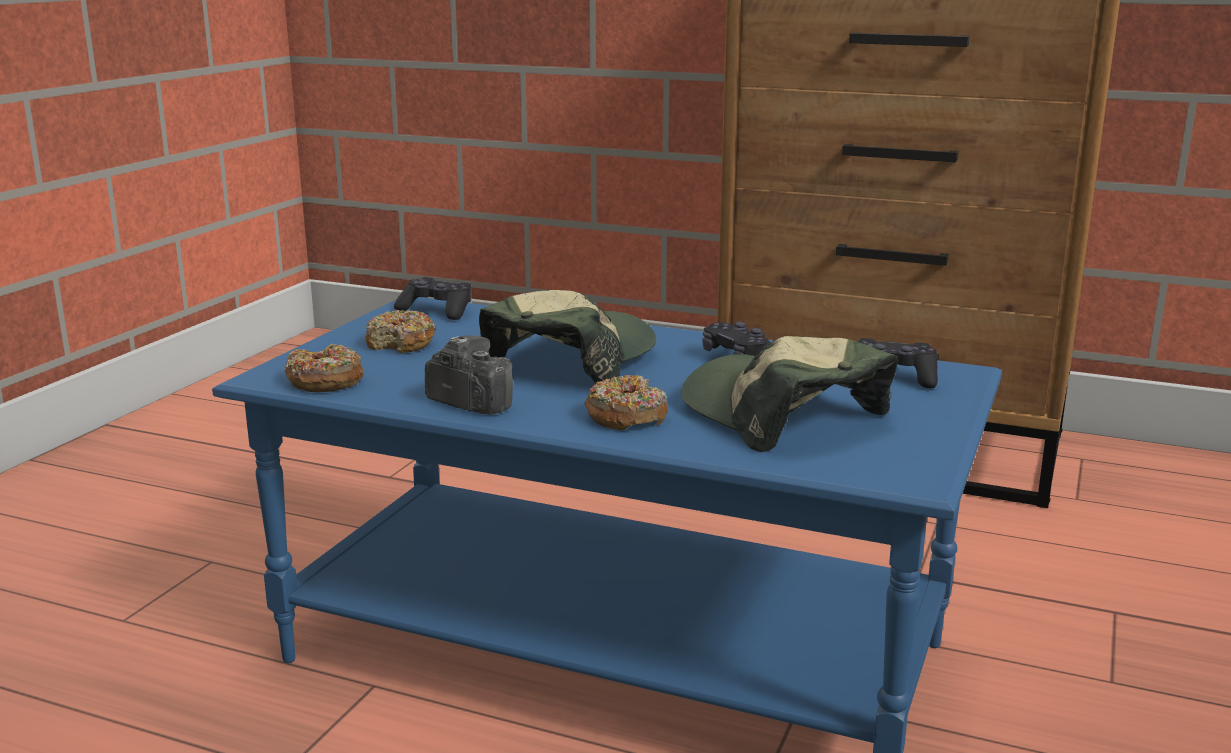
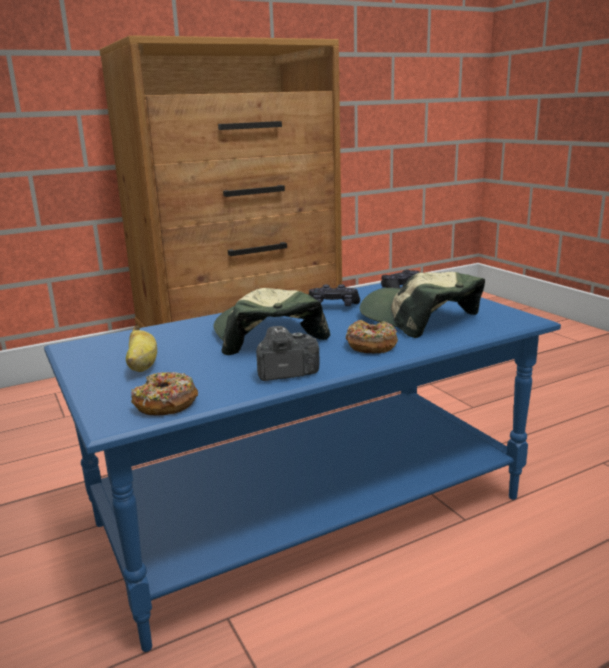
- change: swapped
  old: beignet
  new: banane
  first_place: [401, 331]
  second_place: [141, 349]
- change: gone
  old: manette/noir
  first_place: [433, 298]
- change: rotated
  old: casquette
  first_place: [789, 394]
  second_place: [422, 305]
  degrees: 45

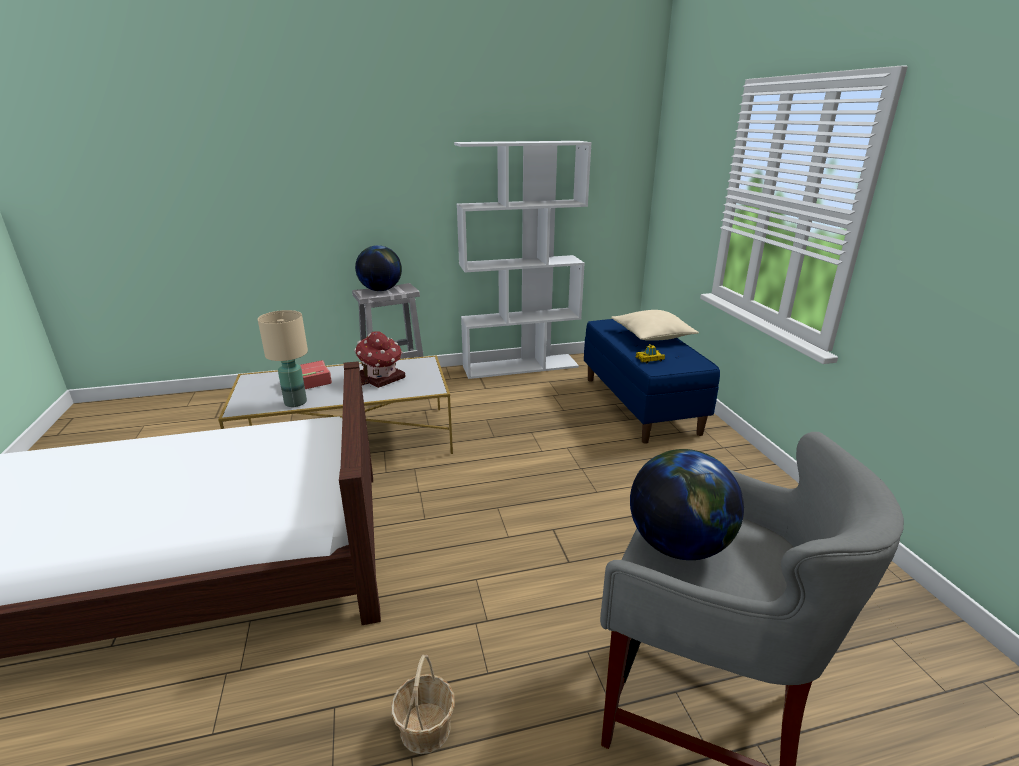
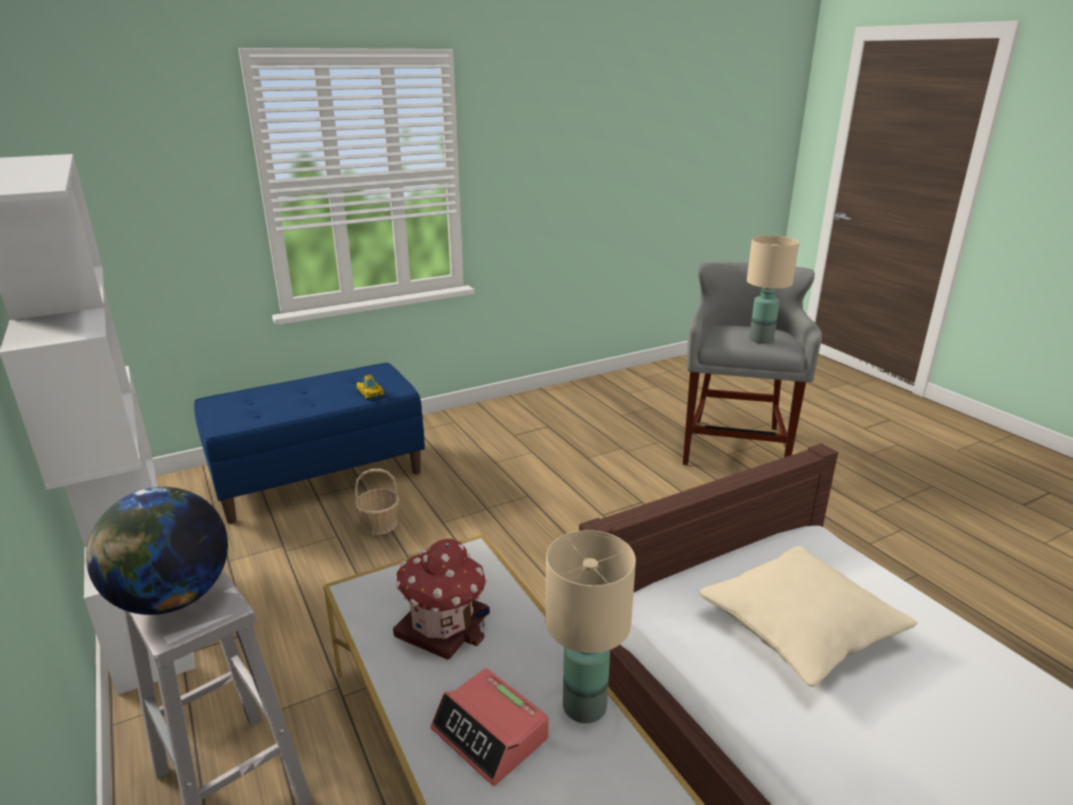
- change: shifted
  old: panier
  first_place: [423, 704]
  second_place: [377, 502]
- change: shifted
  old: coussin/beige
  first_place: [654, 325]
  second_place: [808, 616]
- change: swapped
  old: globe
  new: lampe de table/beige
  first_place: [687, 504]
  second_place: [773, 289]

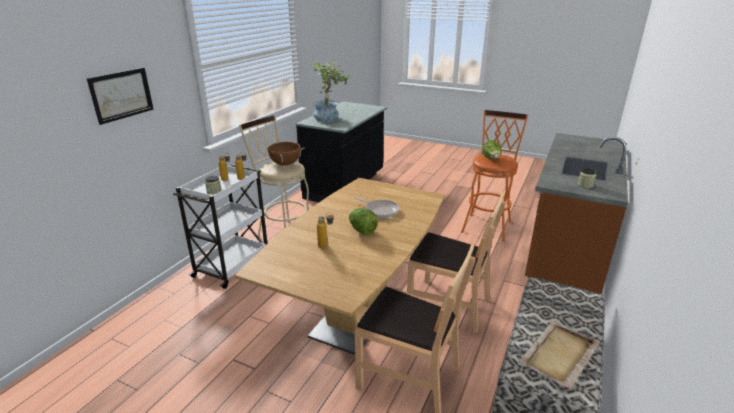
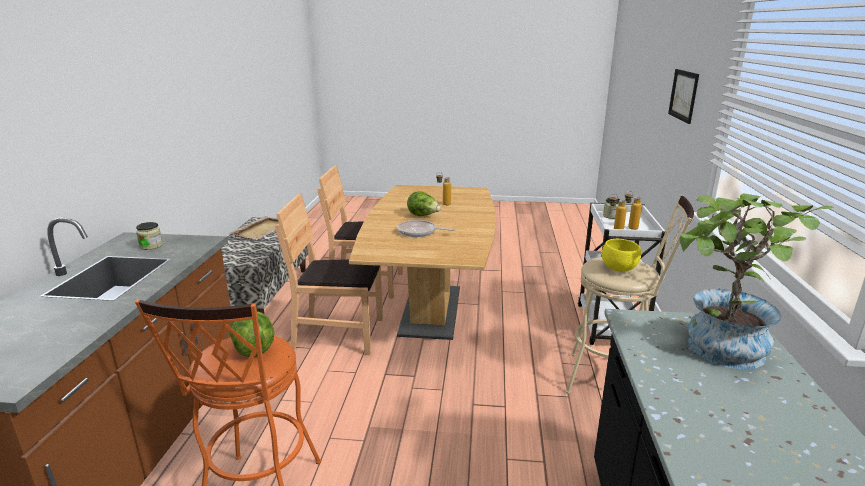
- change: swapped
  old: marmite/marron
  new: bol/jaune
  first_place: [284, 153]
  second_place: [621, 255]

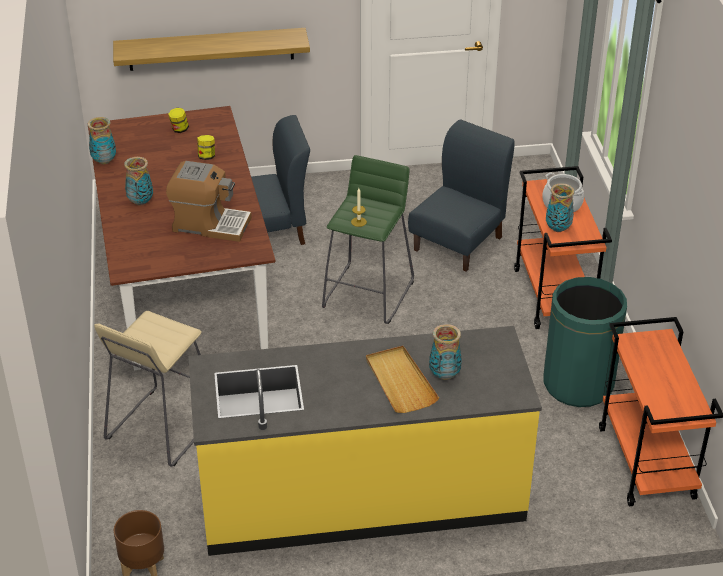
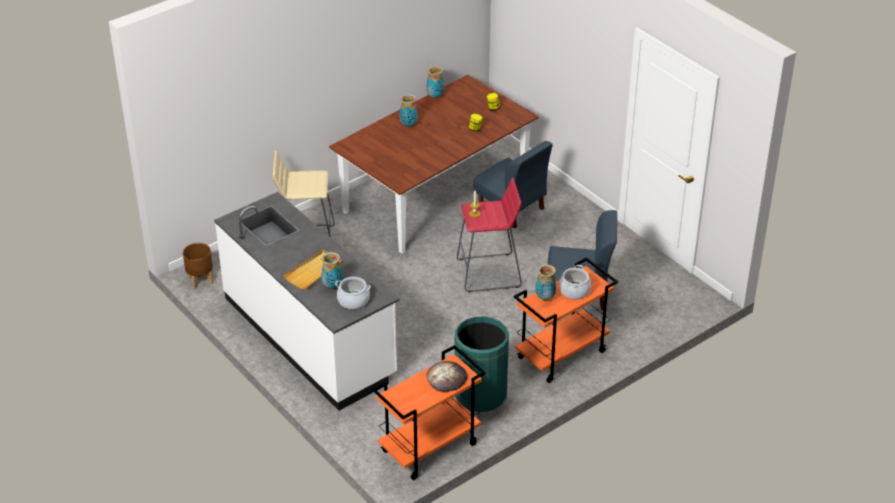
- change: gone
  old: étagère
  first_place: [211, 49]
- change: gone
  old: machine à café
  first_place: [209, 201]
- change: repainted
  old: comptoir de cuisine/jaune
  new: comptoir de cuisine/blanc
  first_place: [365, 441]
  second_place: [307, 301]
- change: repainted
  old: tabouret/vert
  new: tabouret/rouge
  first_place: [368, 239]
  second_place: [489, 235]
- change: new
  new: marmite
  second_place: [353, 293]
- change: new
  new: pain
  second_place: [446, 376]

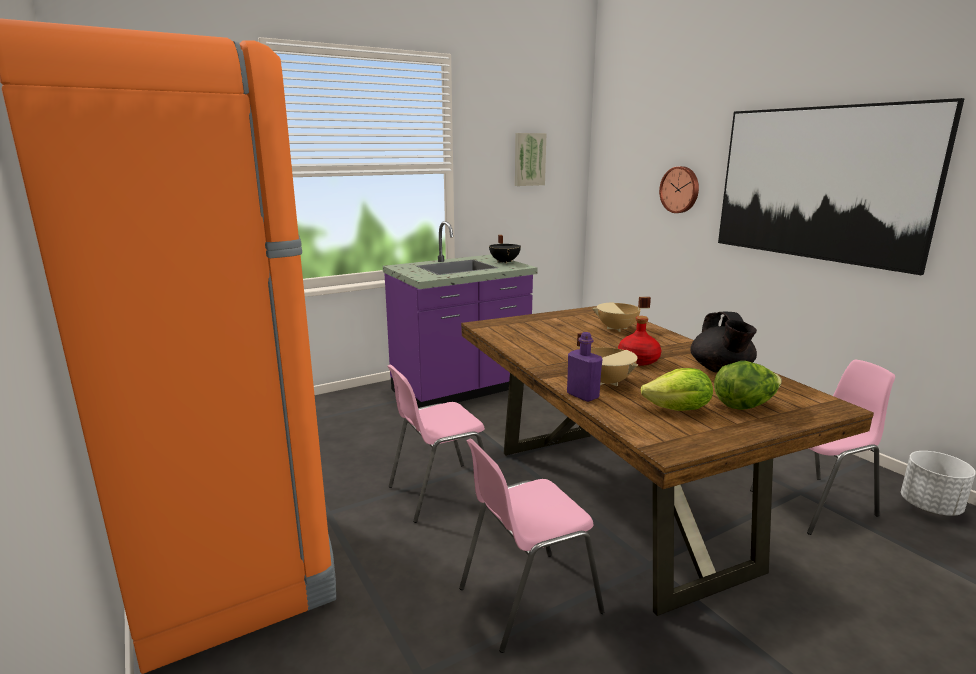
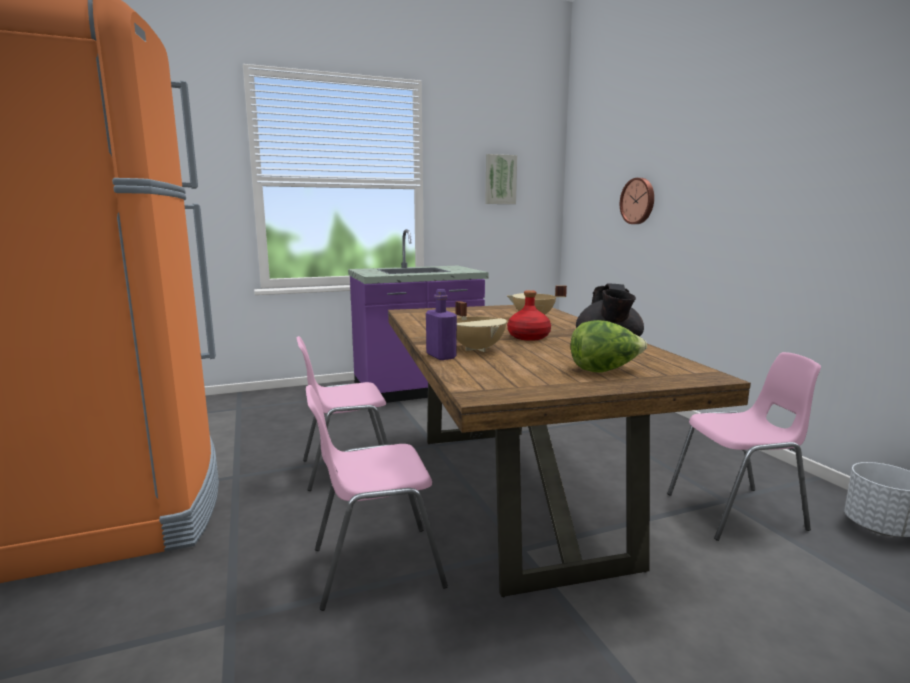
- change: gone
  old: marmite/noir
  first_place: [505, 249]
- change: gone
  old: laitue
  first_place: [676, 389]
- change: gone
  old: tableau
  first_place: [841, 186]

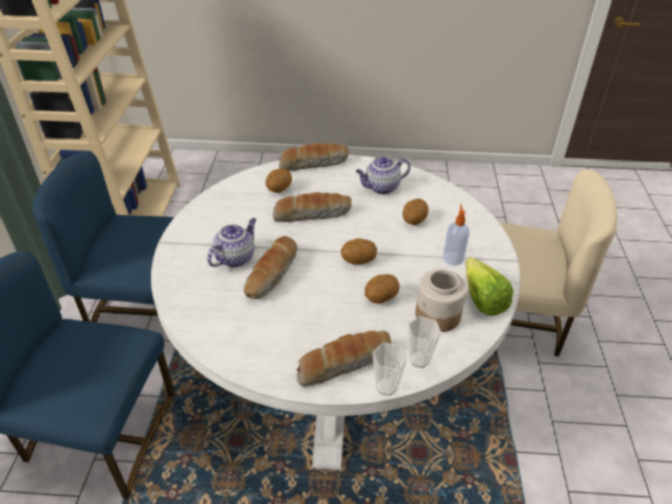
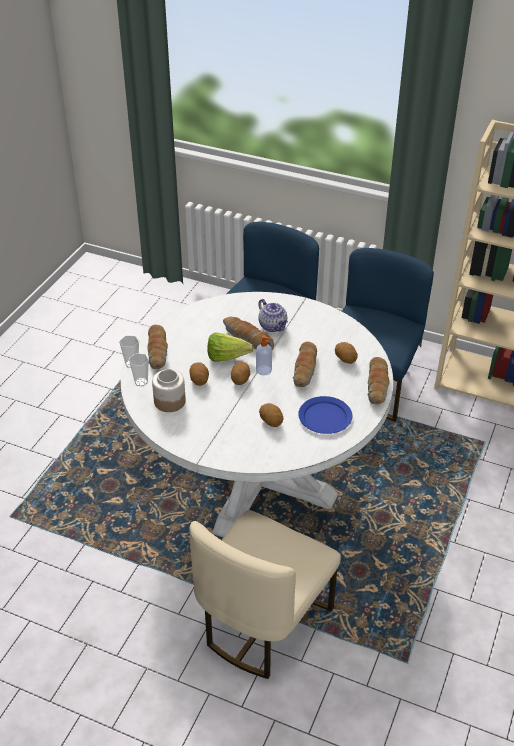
- change: swapped
  old: théière
  new: assiette/bleu
  first_place: [383, 175]
  second_place: [325, 415]
- change: shifted
  old: distributeur de savon
  first_place: [456, 235]
  second_place: [264, 355]
- change: shifted
  old: laitue
  first_place: [489, 286]
  second_place: [231, 347]

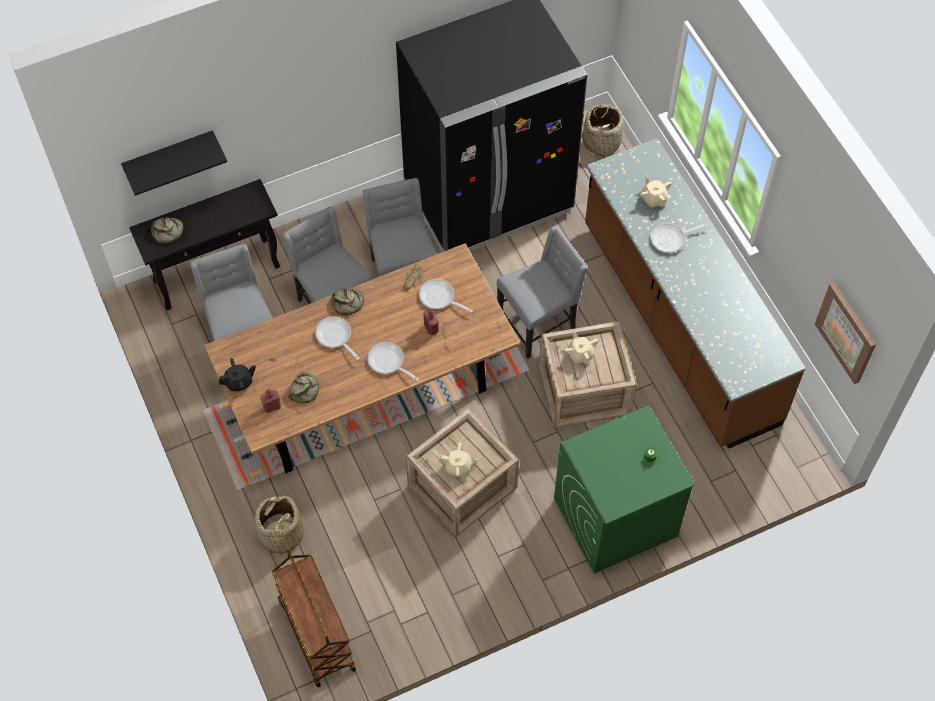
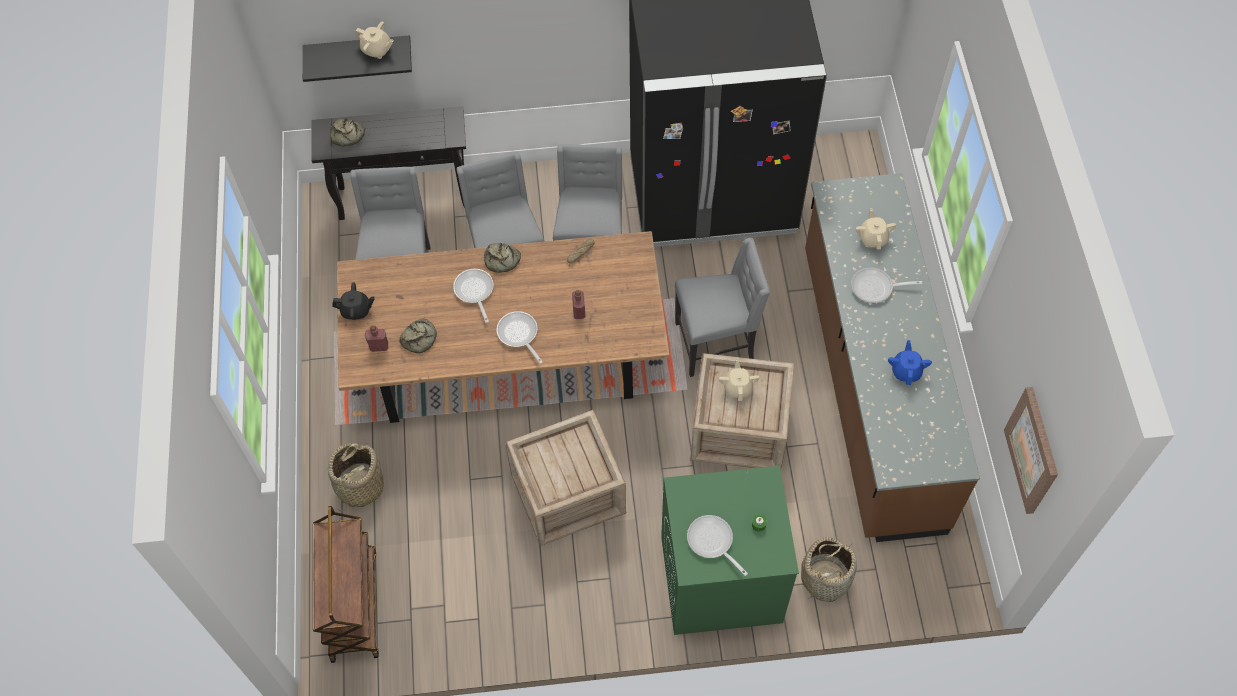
- change: shifted
  old: poêle
  first_place: [446, 295]
  second_place: [717, 545]
- change: shifted
  old: théière/beige
  first_place: [458, 459]
  second_place: [374, 40]
- change: shifted
  old: panier
  first_place: [603, 130]
  second_place: [829, 569]
- change: new
  new: théière/bleu
  second_place: [910, 362]

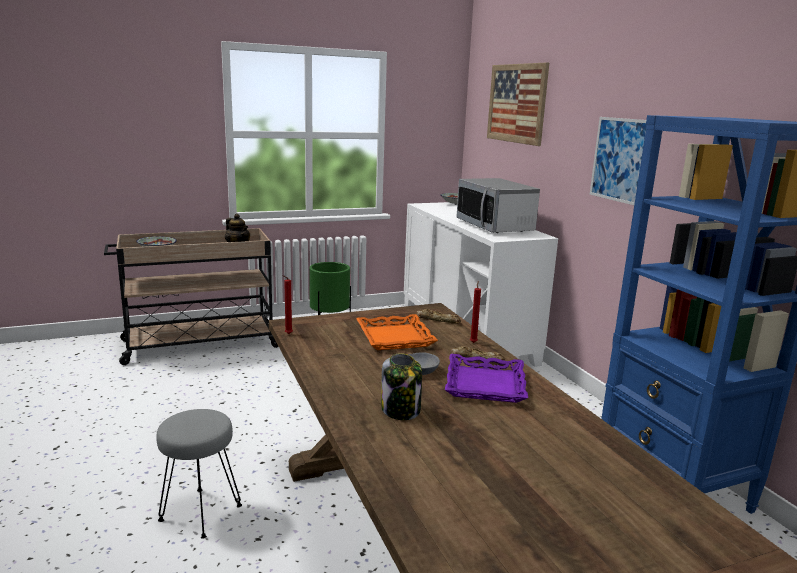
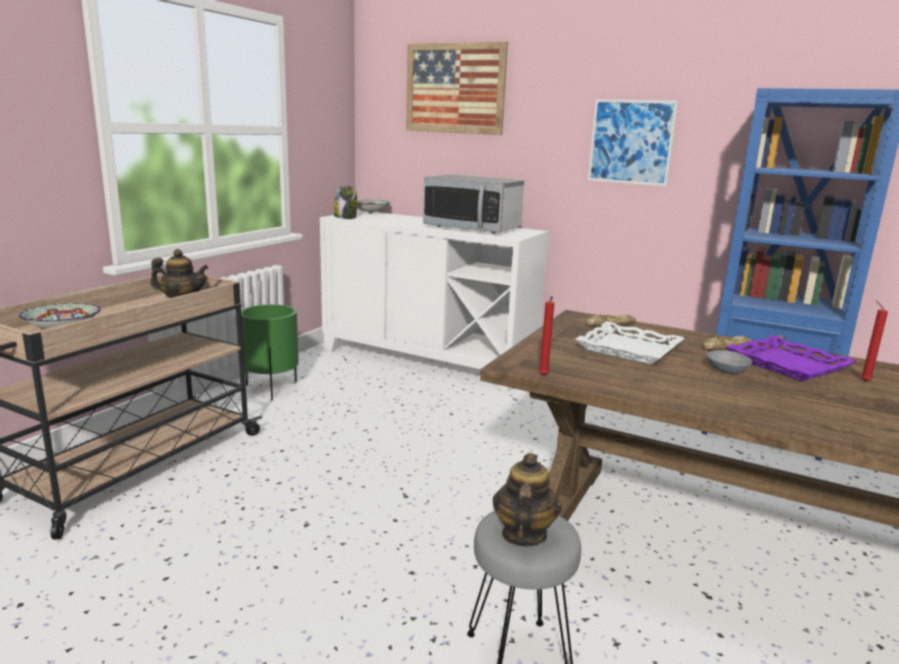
- change: repainted
  old: plateau/orange
  new: plateau/blanc
  first_place: [397, 332]
  second_place: [630, 343]
- change: shifted
  old: bocal
  first_place: [401, 386]
  second_place: [345, 202]
- change: shifted
  old: bougie/rouge
  first_place: [475, 312]
  second_place: [874, 341]
- change: new
  new: théière
  second_place: [527, 499]

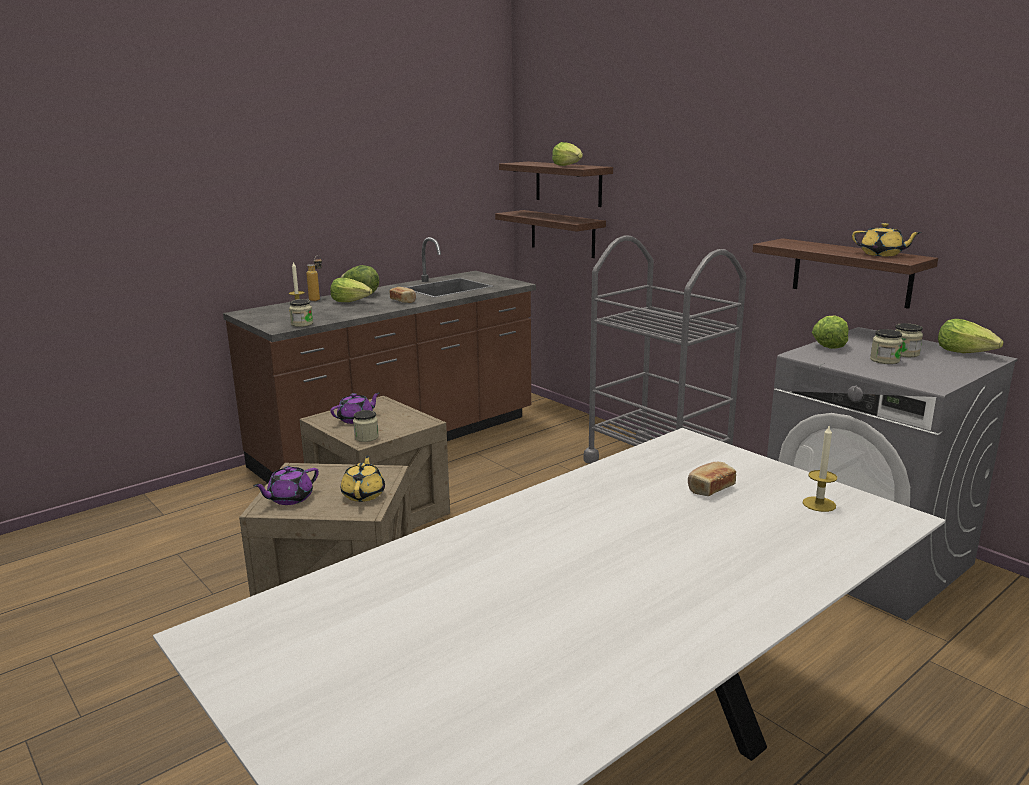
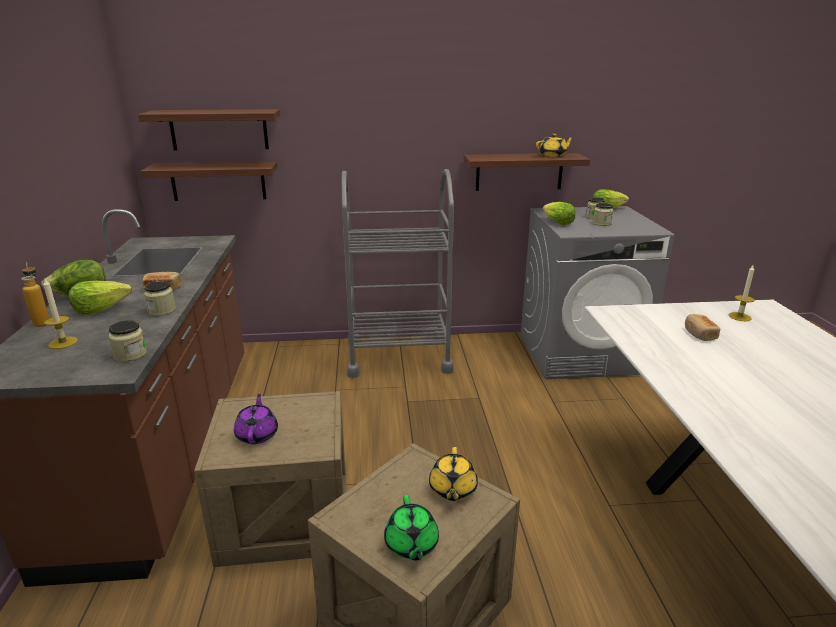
- change: repainted
  old: théière/violet
  new: théière/vert
  first_place: [286, 485]
  second_place: [411, 527]
- change: rotated
  old: théière/jaune
  first_place: [363, 478]
  second_place: [453, 474]
  degrees: -120
- change: shifted
  old: bocal
  first_place: [366, 426]
  second_place: [160, 298]
- change: gone
  old: laitue
  first_place: [567, 154]

